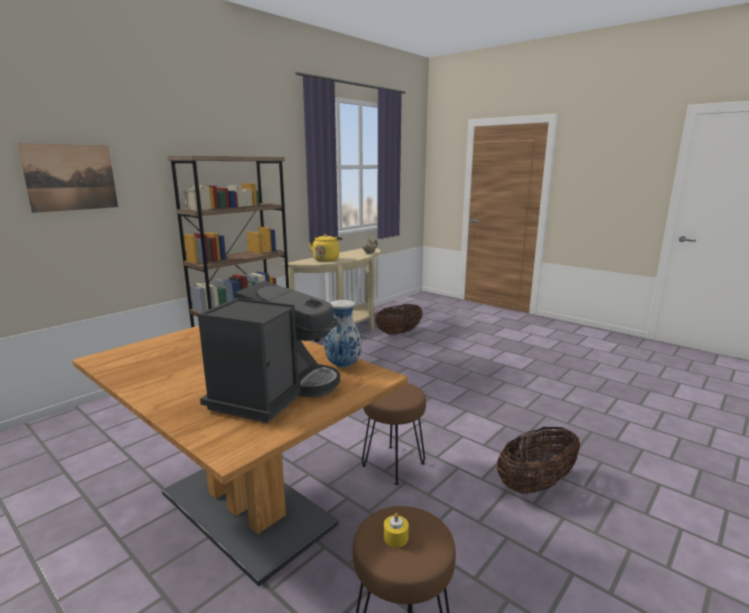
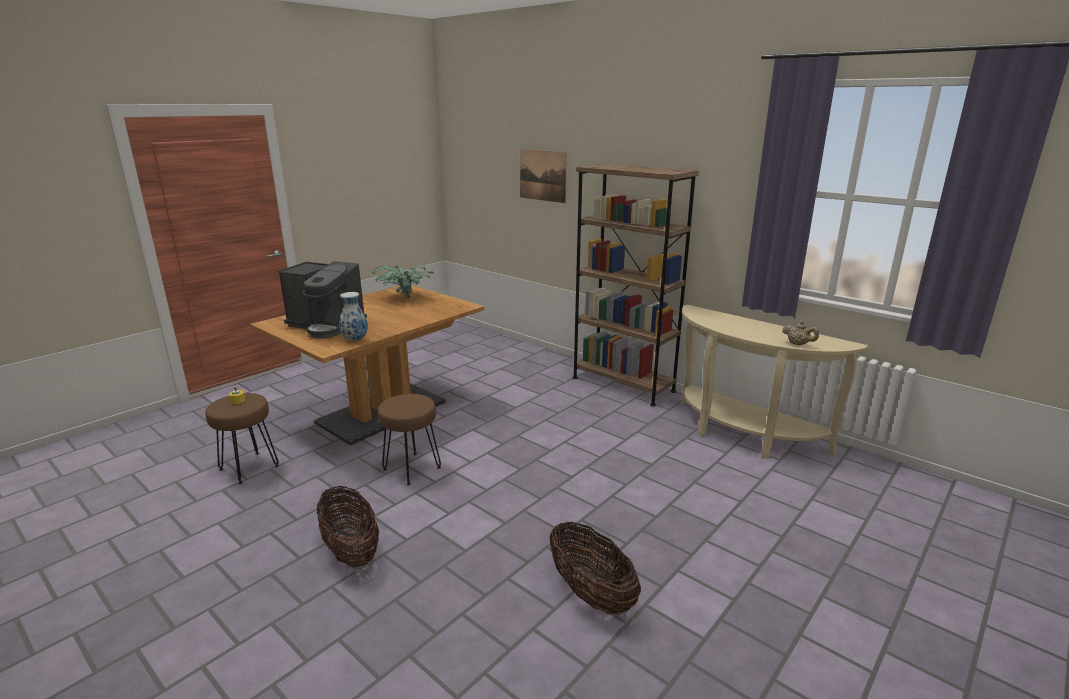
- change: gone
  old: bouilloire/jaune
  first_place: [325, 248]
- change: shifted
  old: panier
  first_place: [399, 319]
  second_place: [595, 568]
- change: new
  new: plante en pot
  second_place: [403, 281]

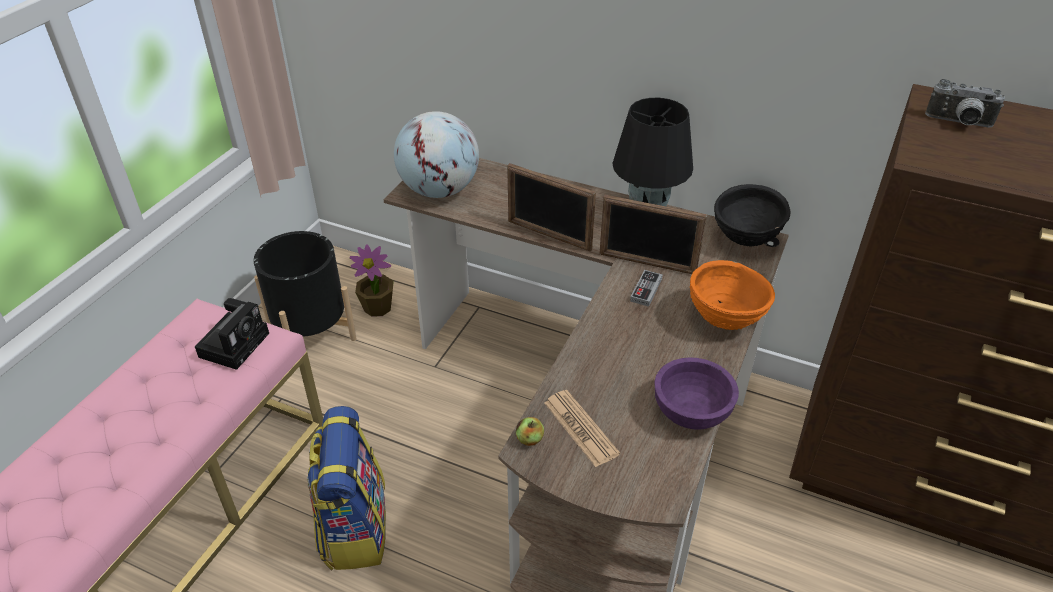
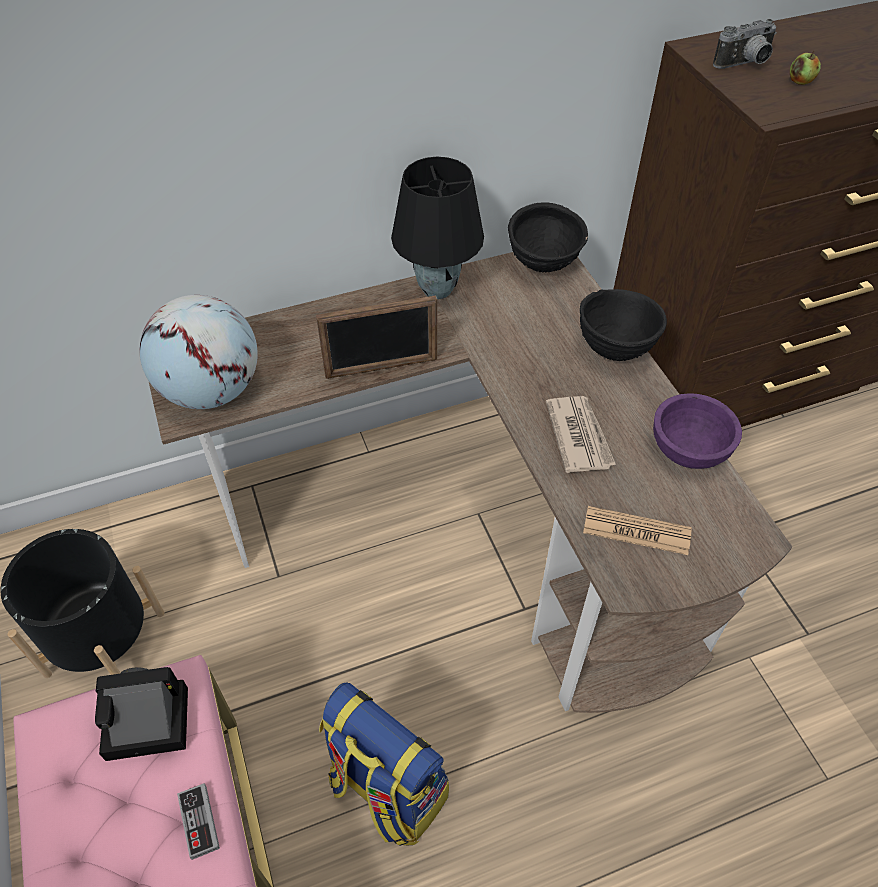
- change: rotated
  old: appareil photo
  first_place: [232, 334]
  second_place: [141, 714]
  degrees: -75
- change: gone
  old: plante en pot
  first_place: [371, 281]
- change: shifted
  old: pomme
  first_place: [530, 431]
  second_place: [805, 68]
- change: gone
  old: cadre photo
  first_place: [653, 234]
- change: shifted
  old: manette
  first_place: [646, 288]
  second_place: [198, 821]
- change: repainted
  old: bol/orange
  new: bol/noir
  first_place: [732, 295]
  second_place: [623, 325]
- change: new
  new: journal
  second_place: [581, 434]

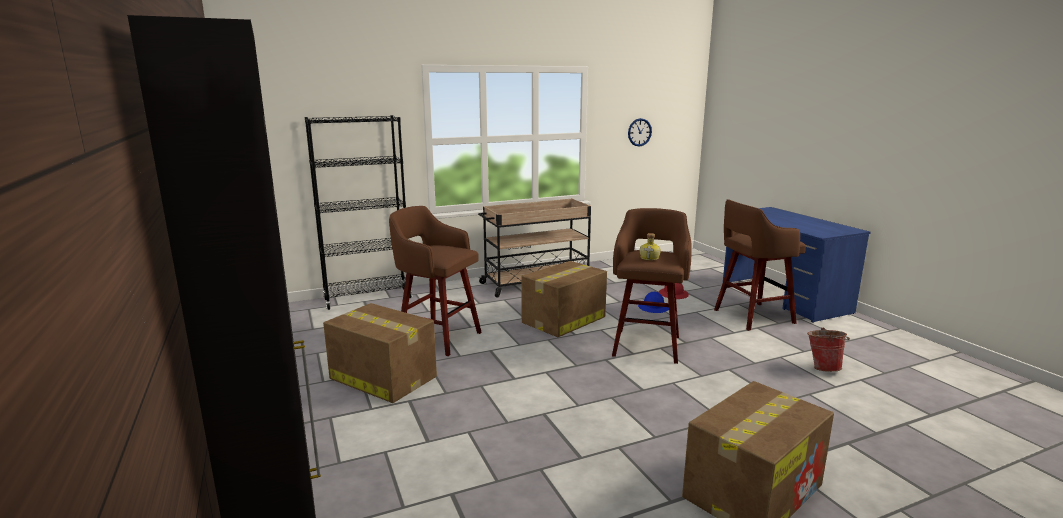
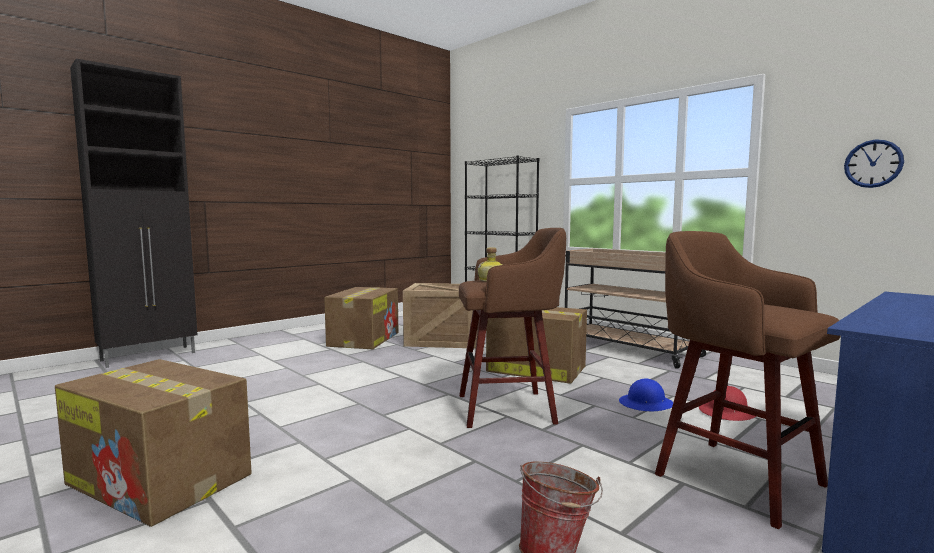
- change: swapped
  old: tabouret/marron
  new: caisse
  first_place: [435, 281]
  second_place: [441, 316]

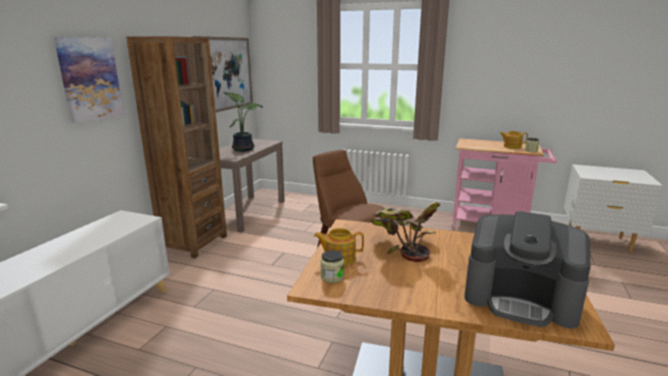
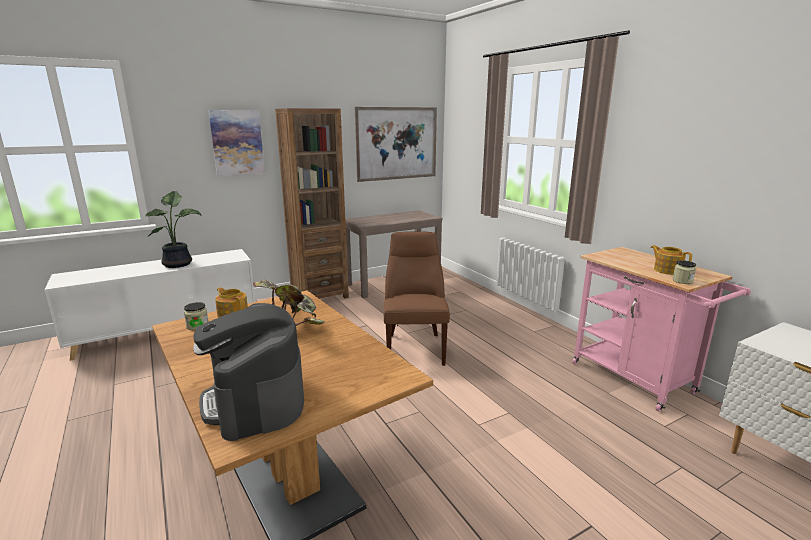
- change: shifted
  old: plante en pot
  first_place: [243, 122]
  second_place: [173, 229]

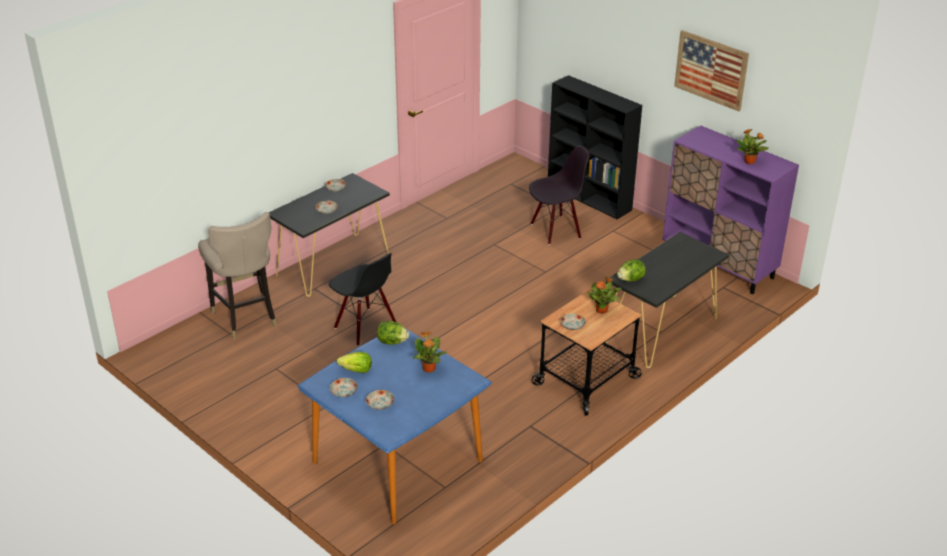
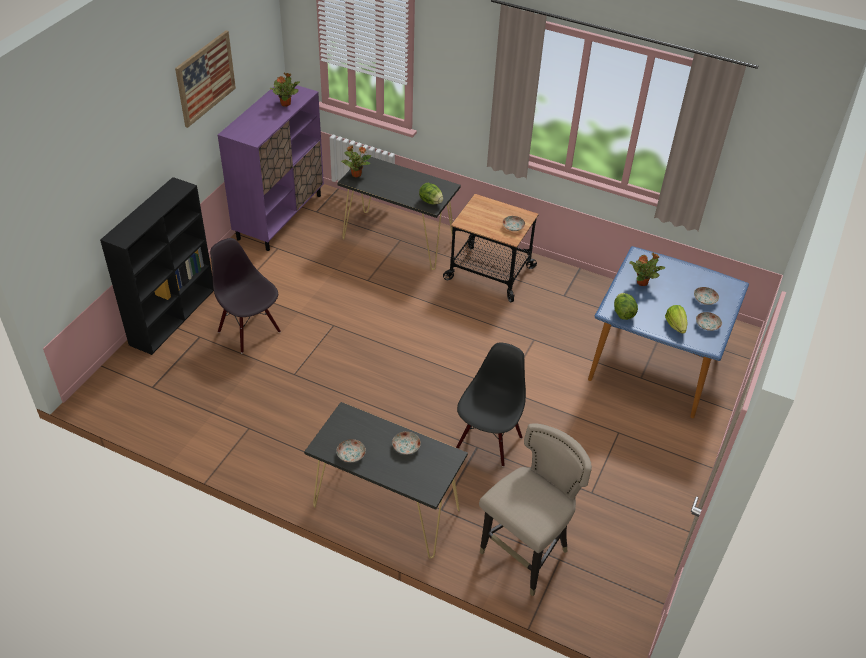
- change: shifted
  old: plante en pot
  first_place: [604, 295]
  second_place: [356, 161]

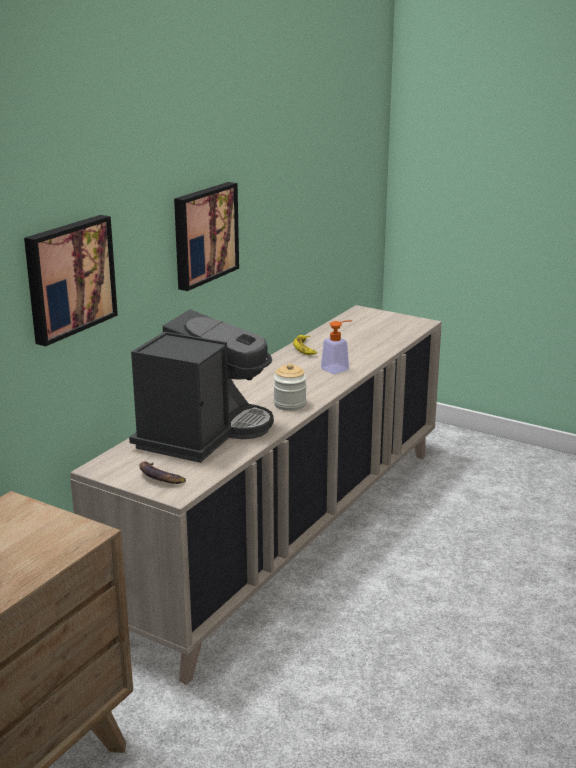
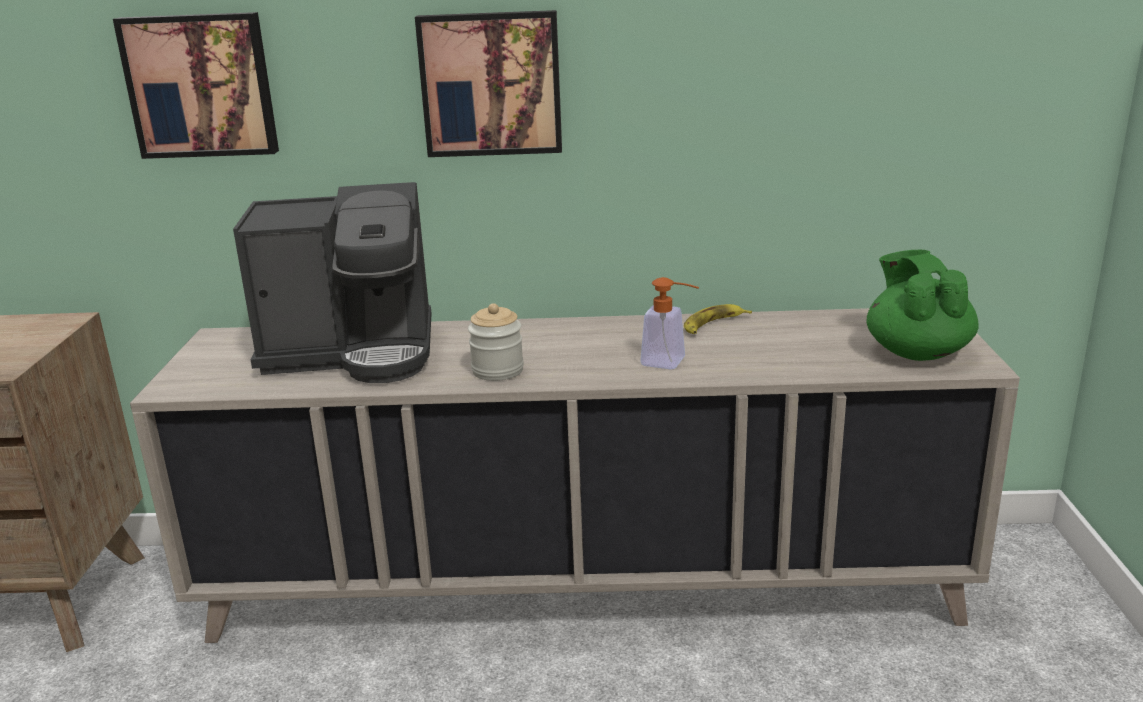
- change: gone
  old: banane
  first_place: [162, 472]
- change: new
  new: théière/vert
  second_place: [923, 305]

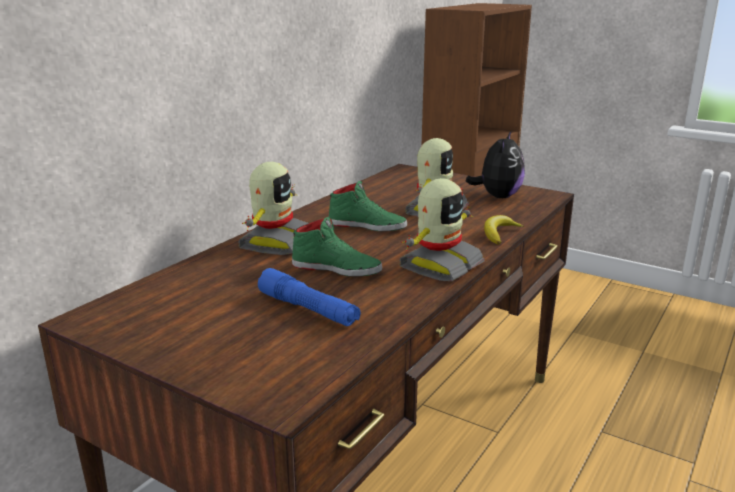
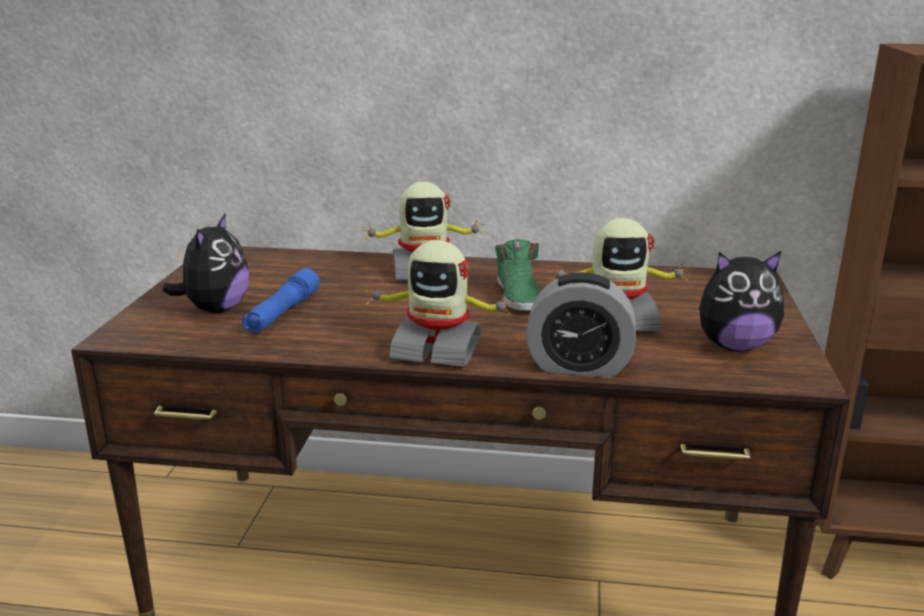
- change: gone
  old: chaussure/vert
  first_place: [337, 247]
- change: swapped
  old: banane
  new: réveil
  first_place: [504, 229]
  second_place: [581, 325]
- change: new
  new: peluche
  second_place: [205, 263]

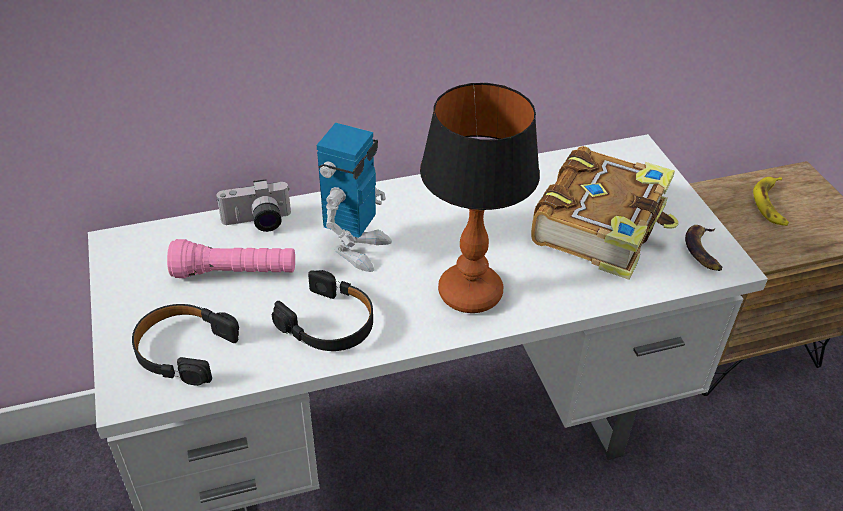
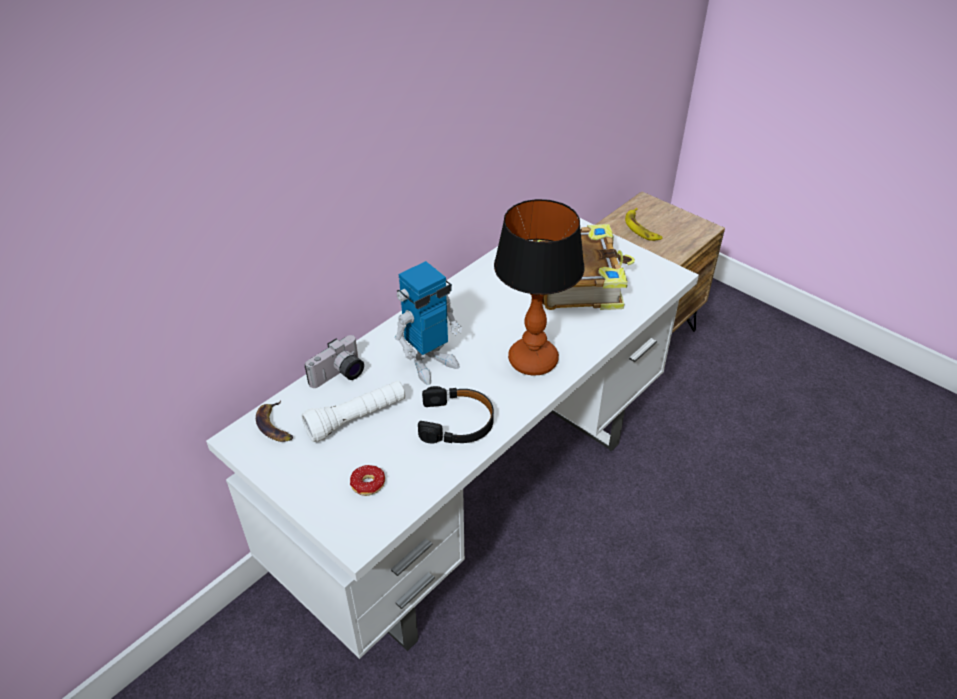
- change: swapped
  old: casque audio/noir
  new: beignet
  first_place: [185, 345]
  second_place: [367, 480]
- change: repainted
  old: lampe de poche/rose
  new: lampe de poche/blanc
  first_place: [231, 258]
  second_place: [353, 411]
- change: rotated
  old: robot jouet
  first_place: [354, 197]
  second_place: [428, 323]
  degrees: 60
- change: shifted
  old: banane
  first_place: [703, 248]
  second_place: [274, 421]

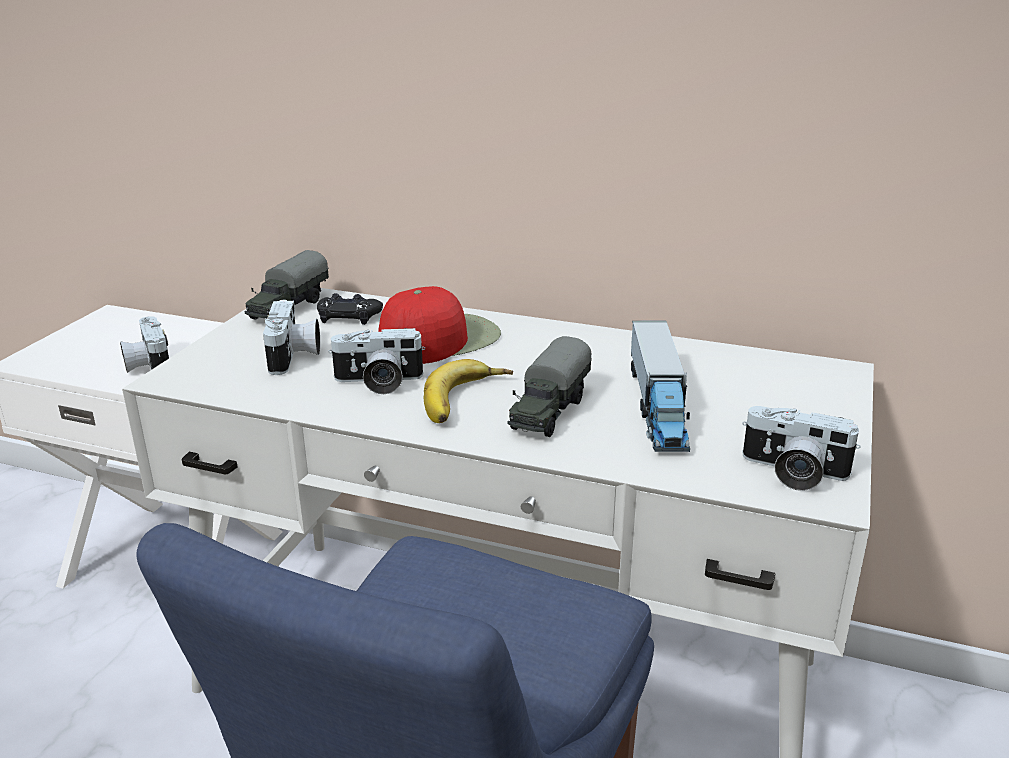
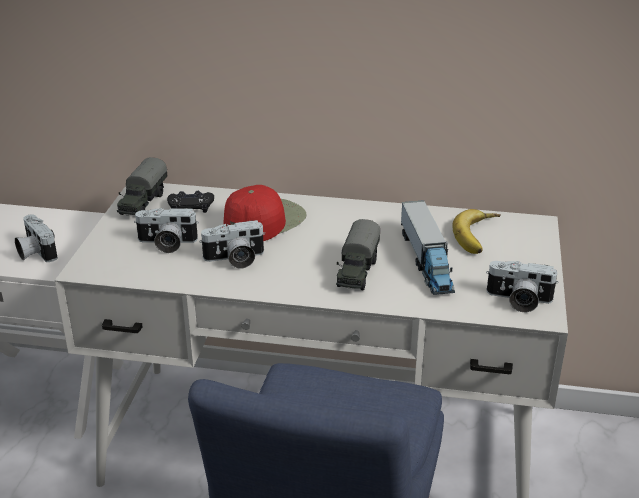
- change: rotated
  old: appareil photo
  first_place: [291, 337]
  second_place: [166, 230]
  degrees: 105
- change: shifted
  old: banane
  first_place: [468, 391]
  second_place: [476, 231]

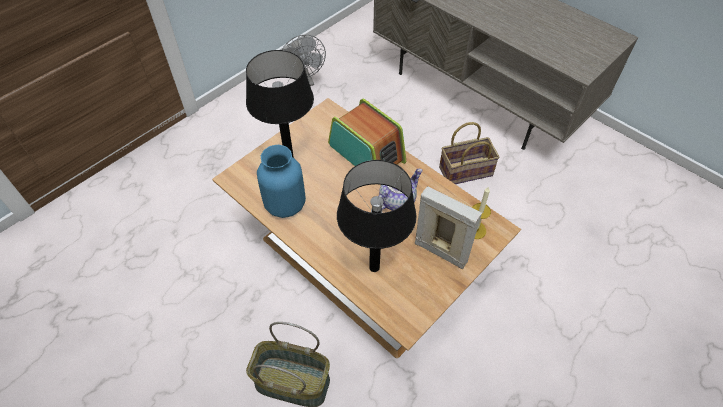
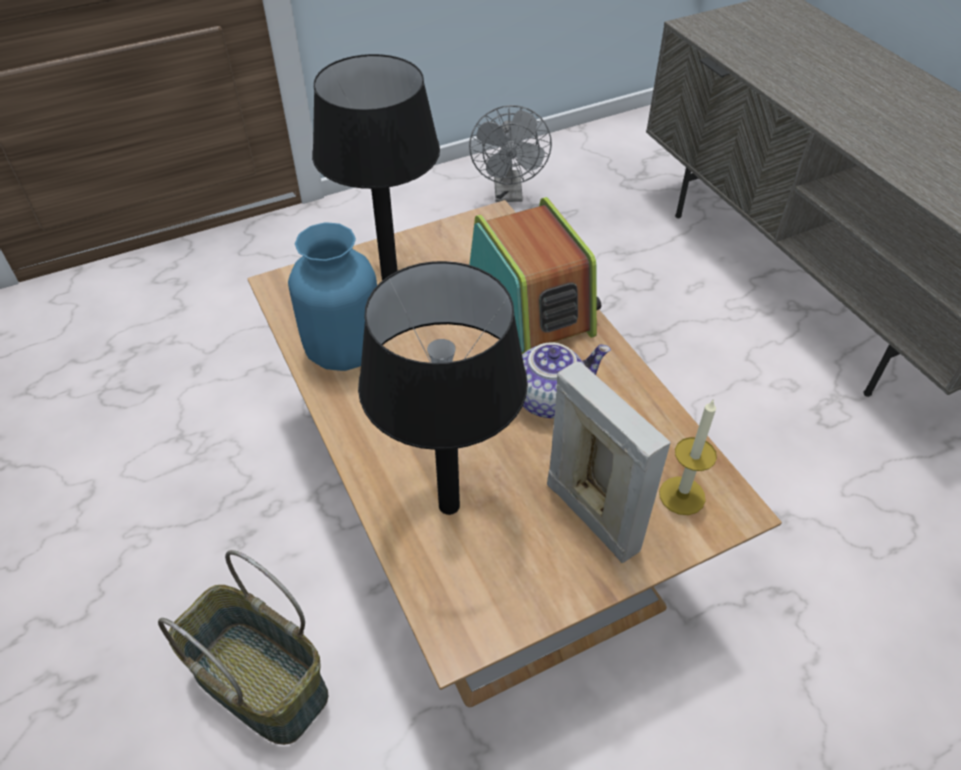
- change: gone
  old: panier
  first_place: [469, 153]

